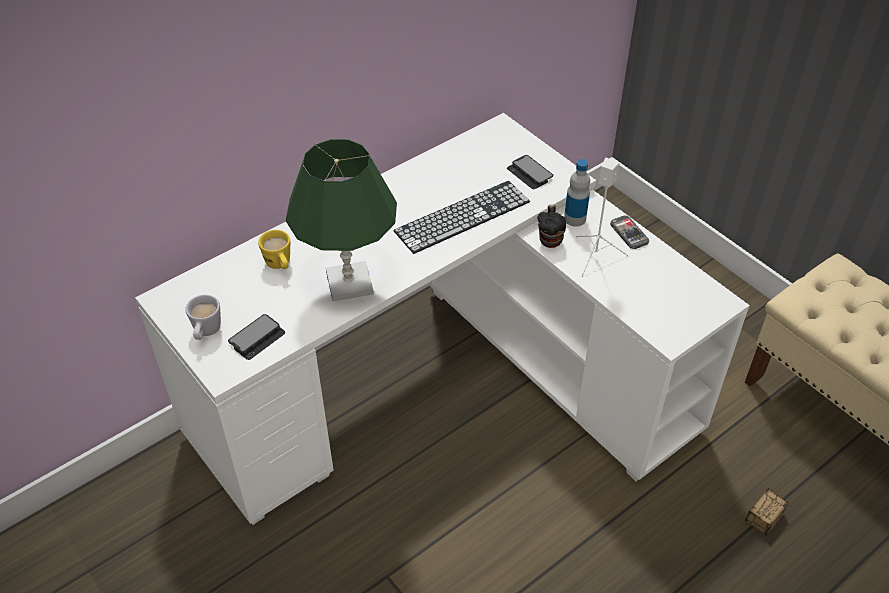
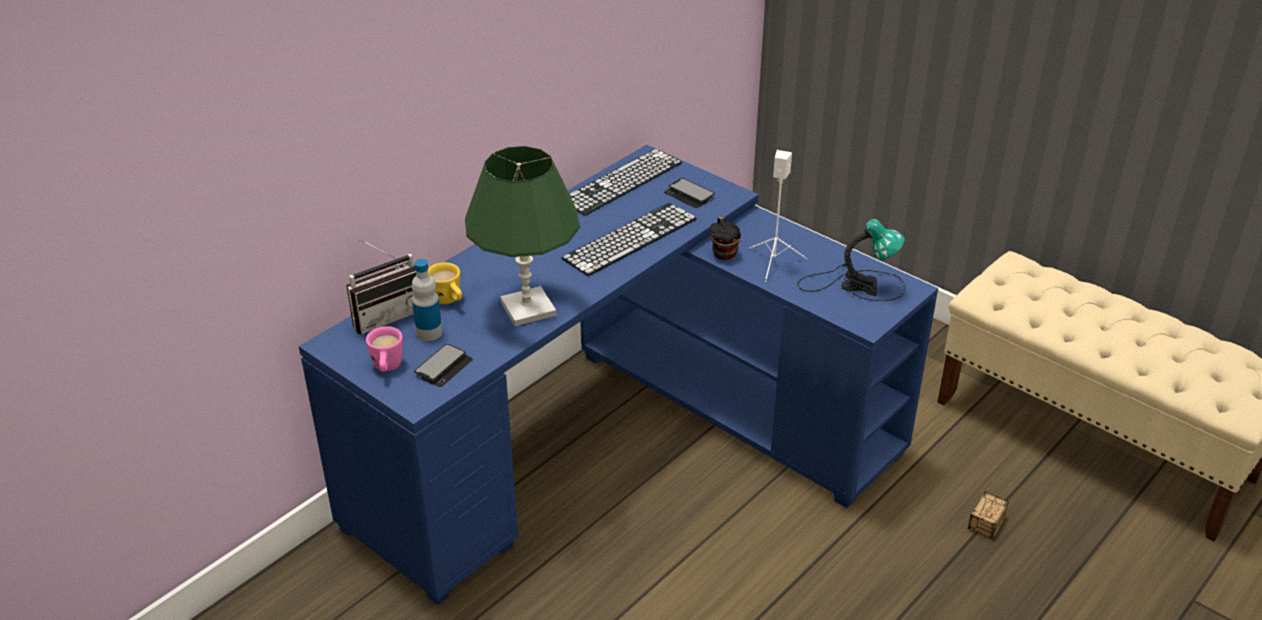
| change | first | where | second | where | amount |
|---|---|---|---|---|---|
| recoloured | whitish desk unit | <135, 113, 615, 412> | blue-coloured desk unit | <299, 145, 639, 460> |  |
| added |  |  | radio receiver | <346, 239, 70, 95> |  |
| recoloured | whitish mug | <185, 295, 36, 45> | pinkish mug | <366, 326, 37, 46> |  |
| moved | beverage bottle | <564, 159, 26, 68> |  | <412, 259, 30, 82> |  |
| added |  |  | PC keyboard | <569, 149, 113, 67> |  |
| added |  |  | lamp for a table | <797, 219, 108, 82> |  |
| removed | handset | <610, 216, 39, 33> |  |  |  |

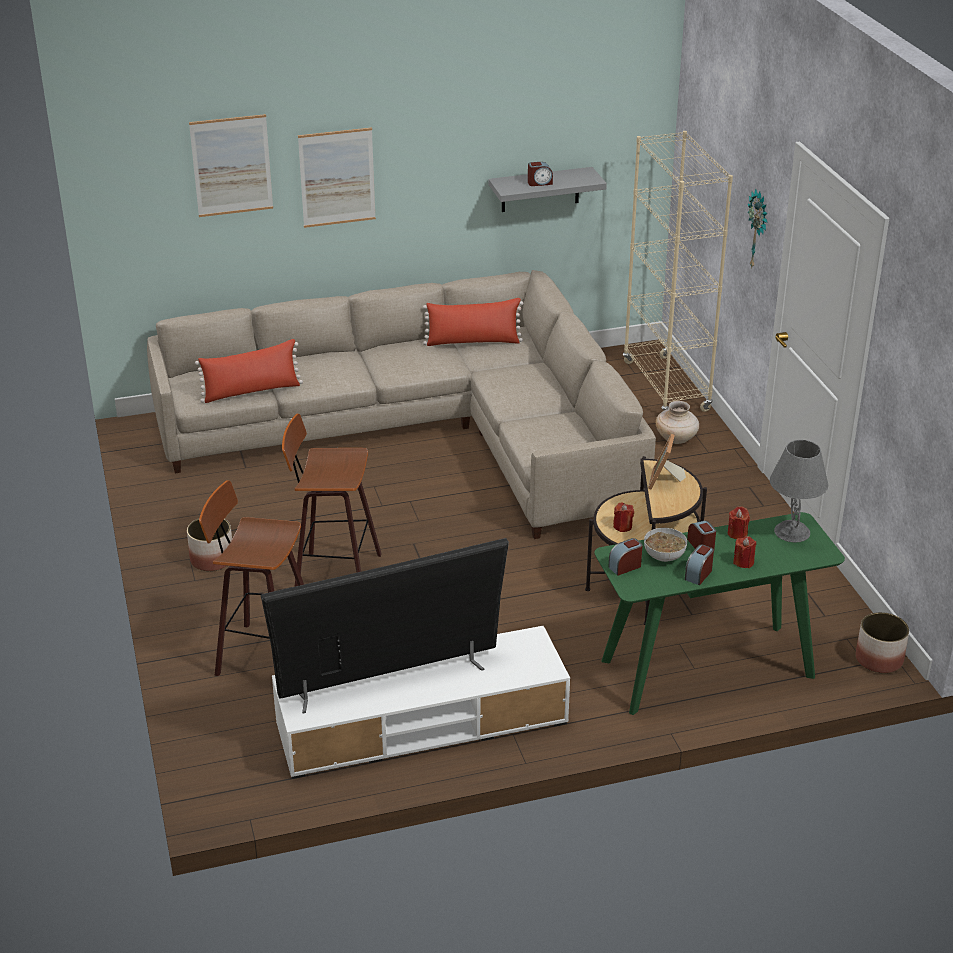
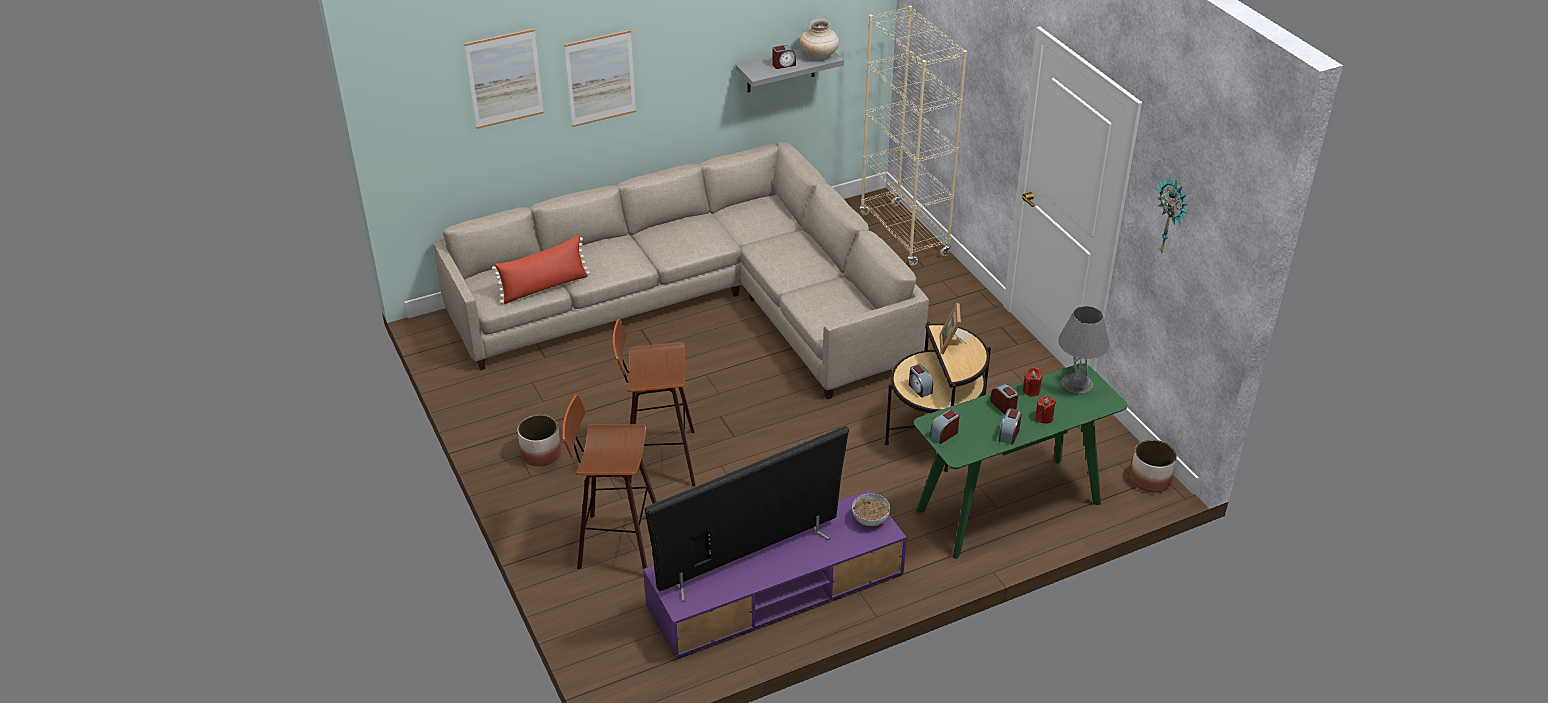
| change | first | where | second | where | amount |
|---|---|---|---|---|---|
| recoloured | whitish tv unit | <272, 626, 298, 153> | purple tv unit | <643, 490, 264, 170> |  |
| moved | beige vase | <656, 401, 43, 43> |  | <799, 19, 40, 41> |  |
| moved | bowl | <644, 528, 43, 34> |  | <852, 494, 38, 32> |  |
| replaced | reddish wax candle | <613, 503, 21, 29> | alarm clock | <909, 364, 24, 34> |  |
| moved | hanging clock | <748, 189, 20, 80> |  | <1157, 176, 31, 78> |  |
| removed | reddish throw pillow | <423, 298, 100, 48> |  |  |  |

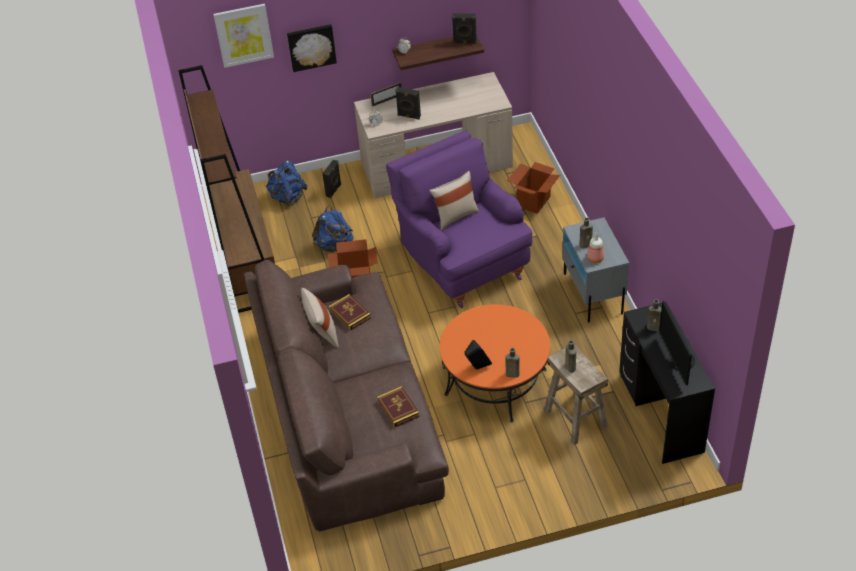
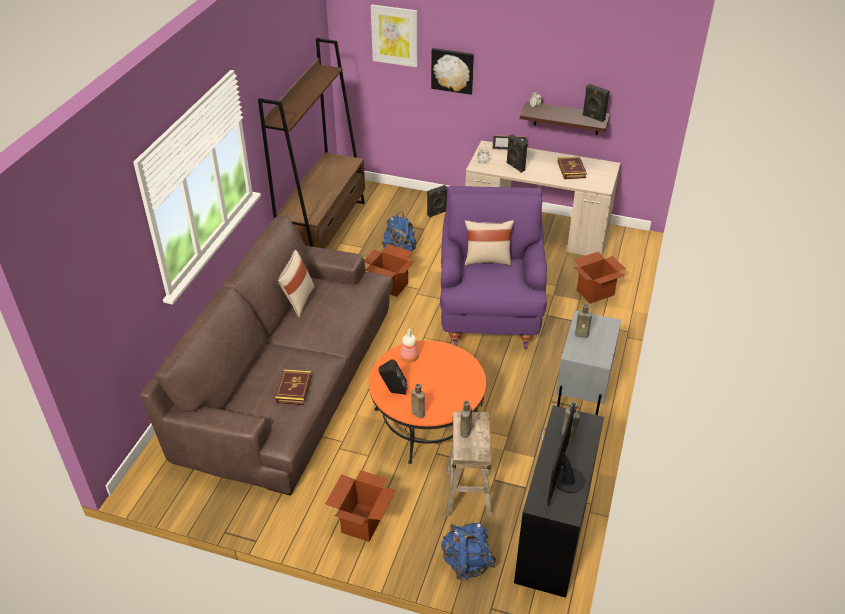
| change | first | where | second | where | amount |
|---|---|---|---|---|---|
| added |  |  | packing box | <325, 470, 71, 72> |  |
| moved | beverage bottle | <587, 232, 17, 31> |  | <400, 329, 19, 33> |  |
| moved | blue-coloured knapsack | <266, 160, 41, 46> |  | <441, 522, 55, 58> |  |
| moved | bound book | <329, 294, 42, 37> |  | <557, 157, 30, 22> |  |

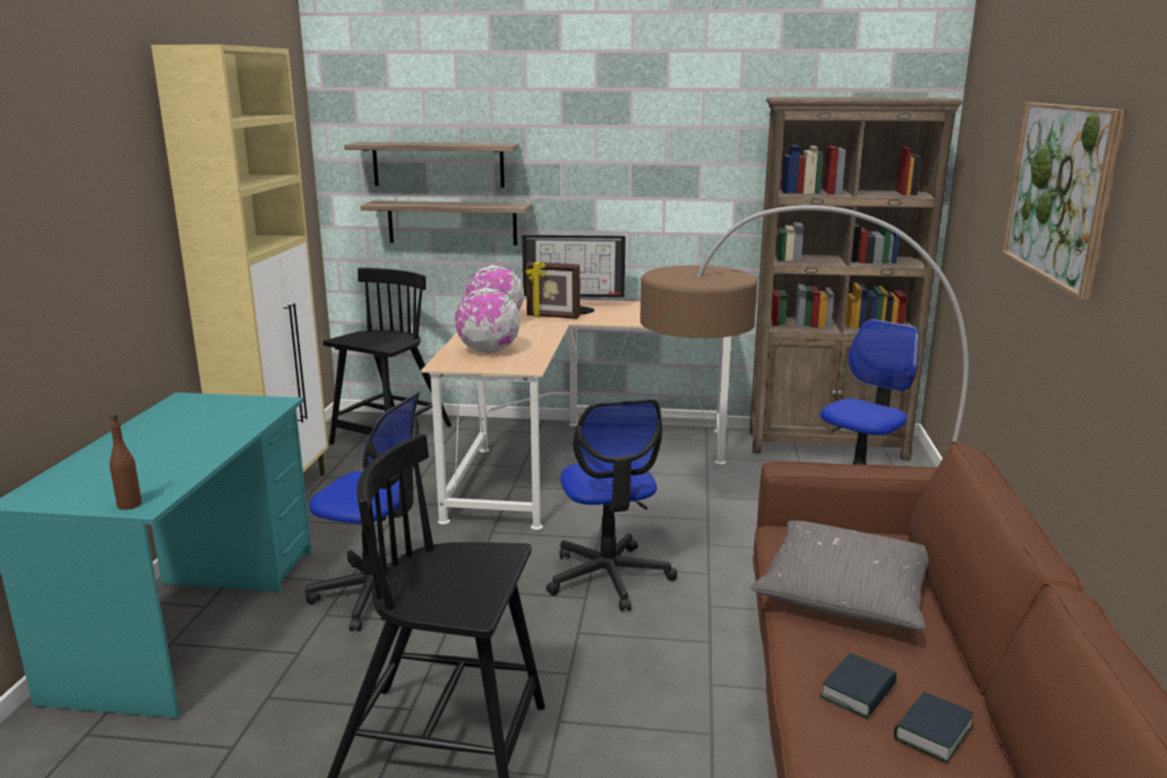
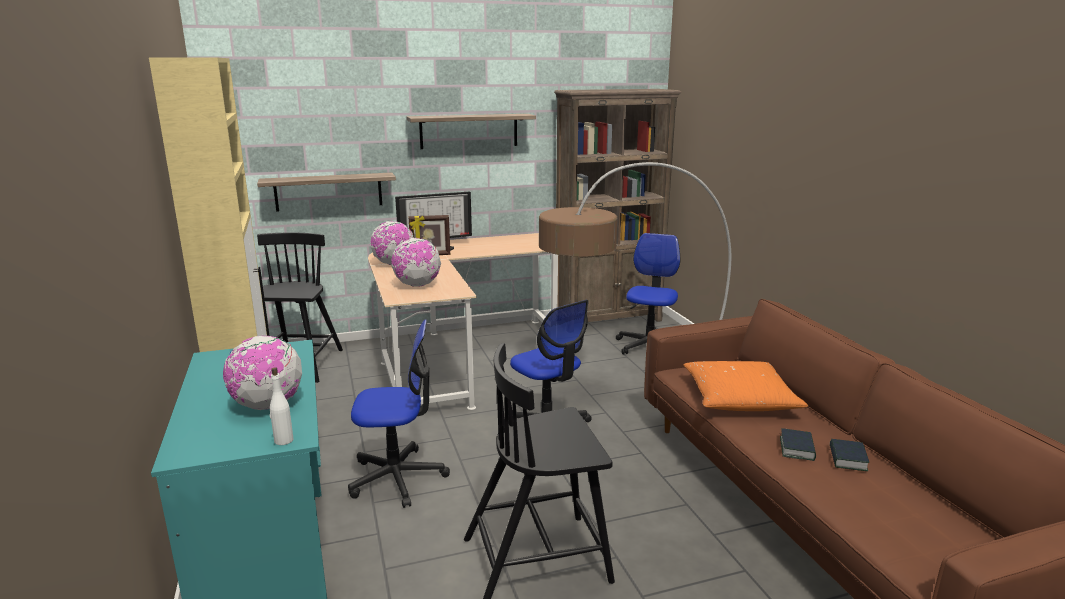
| change | first | where | second | where | amount |
|---|---|---|---|---|---|
| added |  |  | globe | <223, 336, 79, 74> |  |
| recoloured | brown-coloured beverage bottle | <110, 414, 32, 96> | whitish beverage bottle | <270, 367, 24, 78> |  |
| moved | wall shelf | <344, 142, 175, 46> |  | <407, 114, 129, 35> |  |
| recoloured | greyish throw pillow | <750, 521, 179, 109> | orange throw pillow | <683, 361, 125, 50> |  |
| removed | wall picture | <1001, 103, 126, 197> |  |  |  |

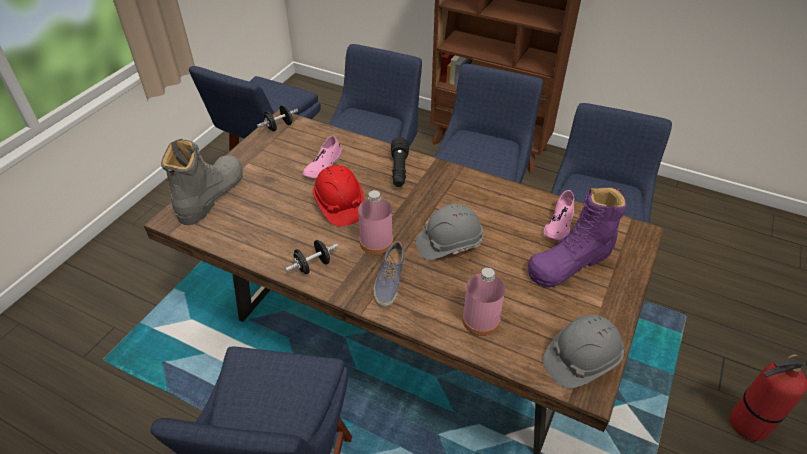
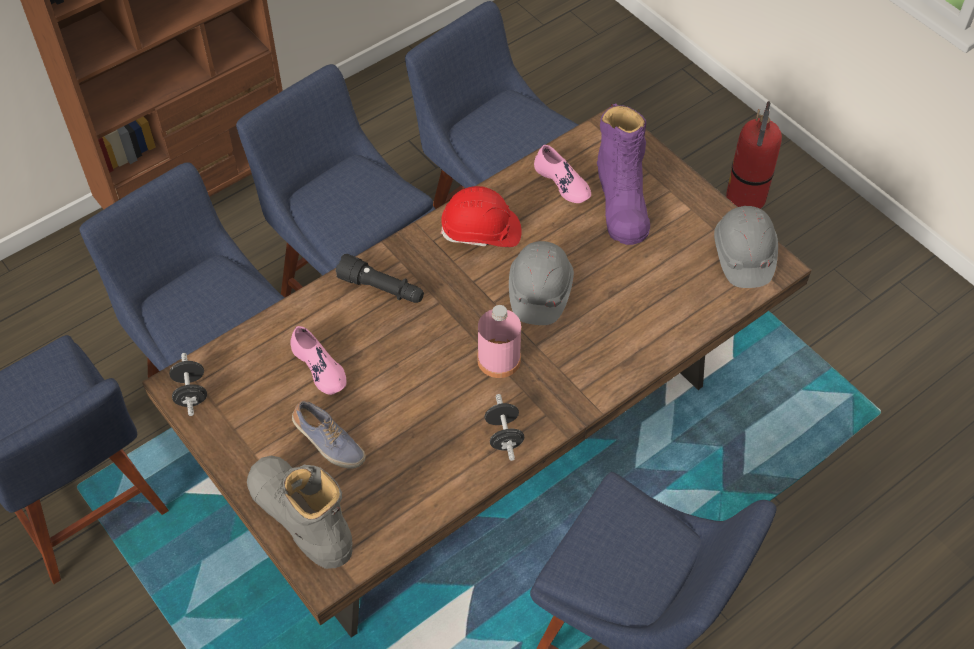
| change | first | where | second | where | amount |
|---|---|---|---|---|---|
| moved | item of footwear | <374, 241, 31, 66> |  | <292, 400, 74, 69> |  |
| moved | reddish work helmet | <313, 165, 51, 61> |  | <441, 186, 80, 61> |  |
| removed | pinkish beverage bottle | <462, 268, 43, 68> |  |  |  |

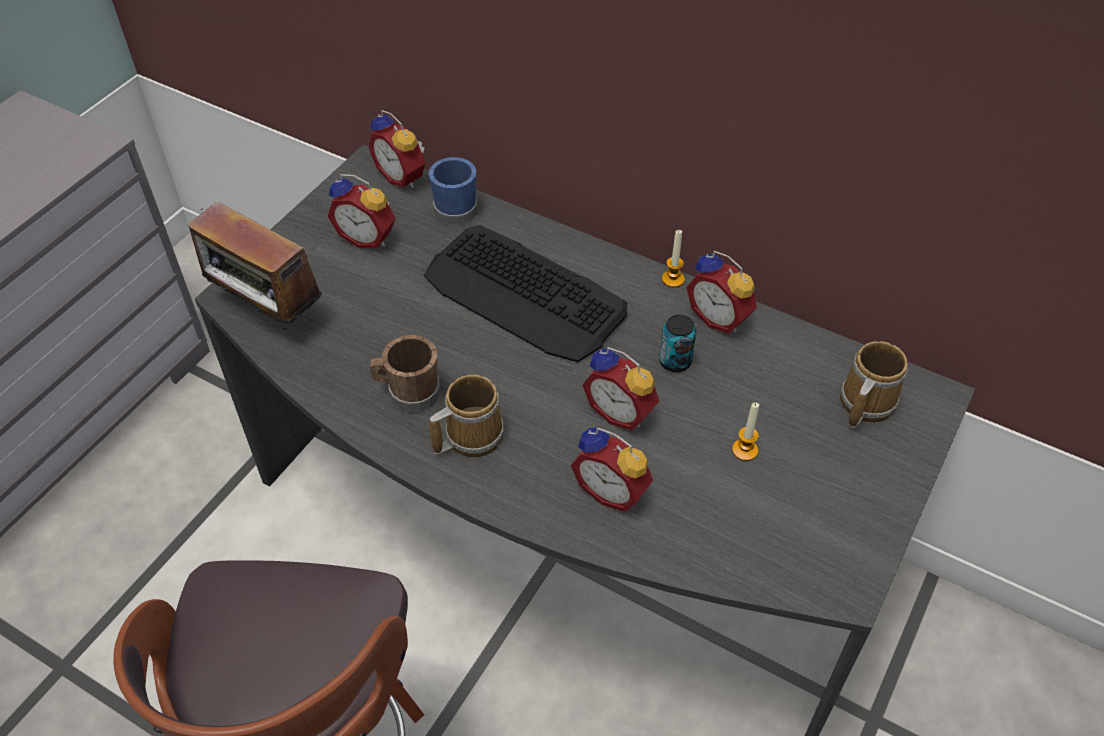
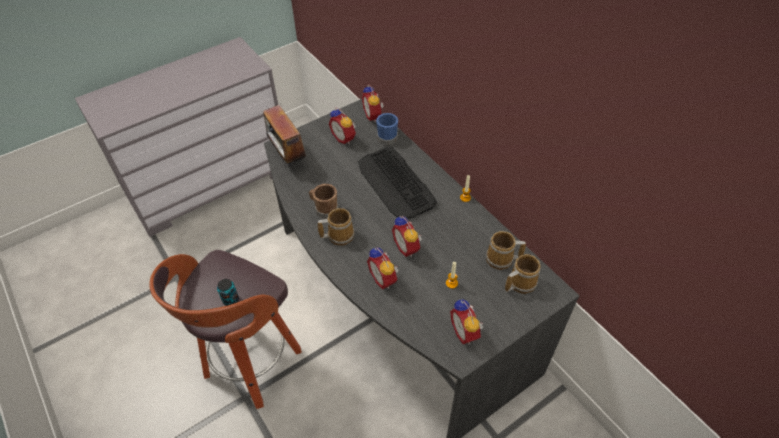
| change | first | where | second | where | amount |
|---|---|---|---|---|---|
| moved | can | <659, 315, 37, 57> |  | <217, 279, 22, 27> |  |
| moved | alarm clock | <686, 251, 71, 82> |  | <450, 299, 33, 45> |  |
| added |  |  | mug | <486, 231, 40, 39> |  |

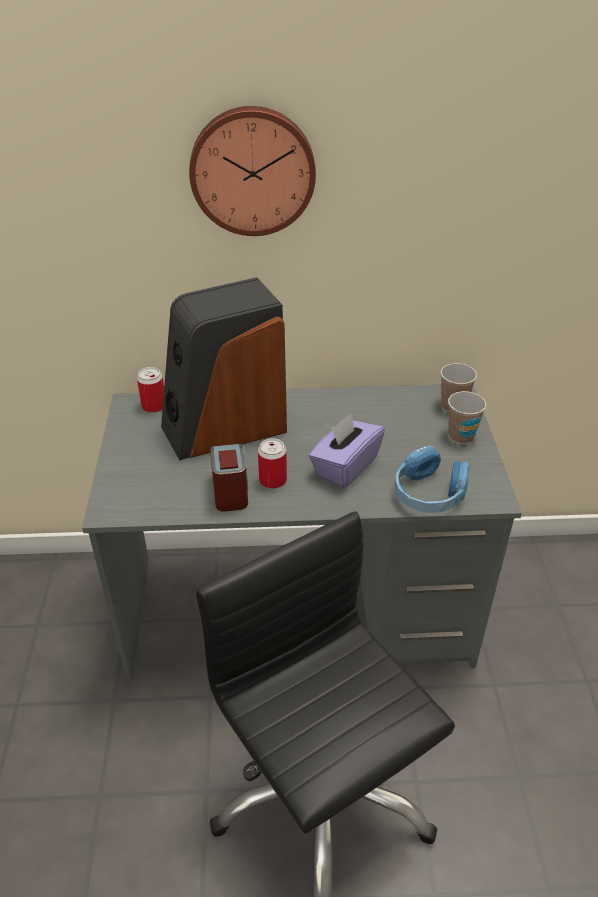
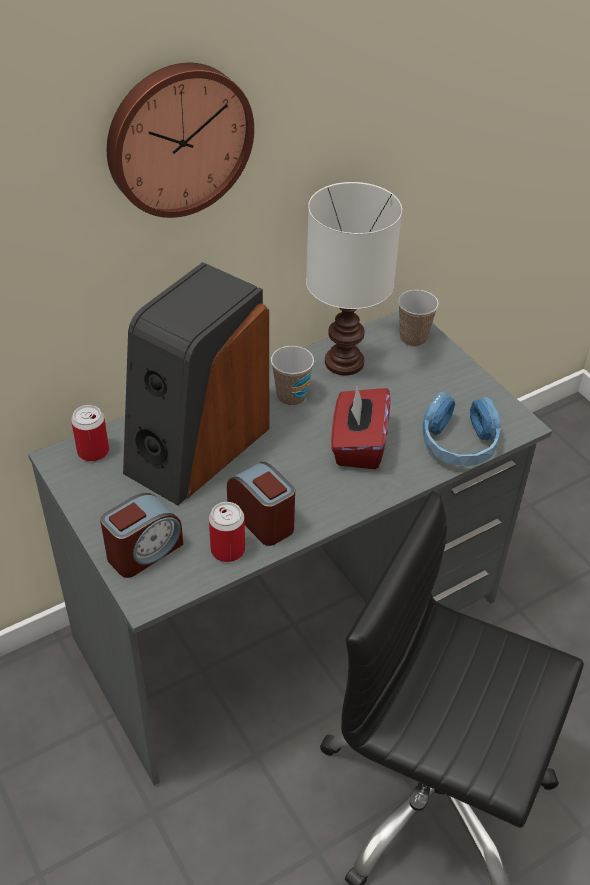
| change | first | where | second | where | amount |
|---|---|---|---|---|---|
| added |  |  | alarm clock | <100, 493, 83, 85> |  |
| moved | can | <258, 438, 29, 51> |  | <209, 502, 36, 60> |  |
| moved | drinking cup | <448, 391, 38, 53> |  | <271, 346, 43, 60> |  |
| added |  |  | whitish lamp for a table | <306, 182, 96, 193> |  |
| recoloured | purple tissue box | <309, 413, 76, 75> | reddish tissue box | <331, 386, 59, 83> |  |

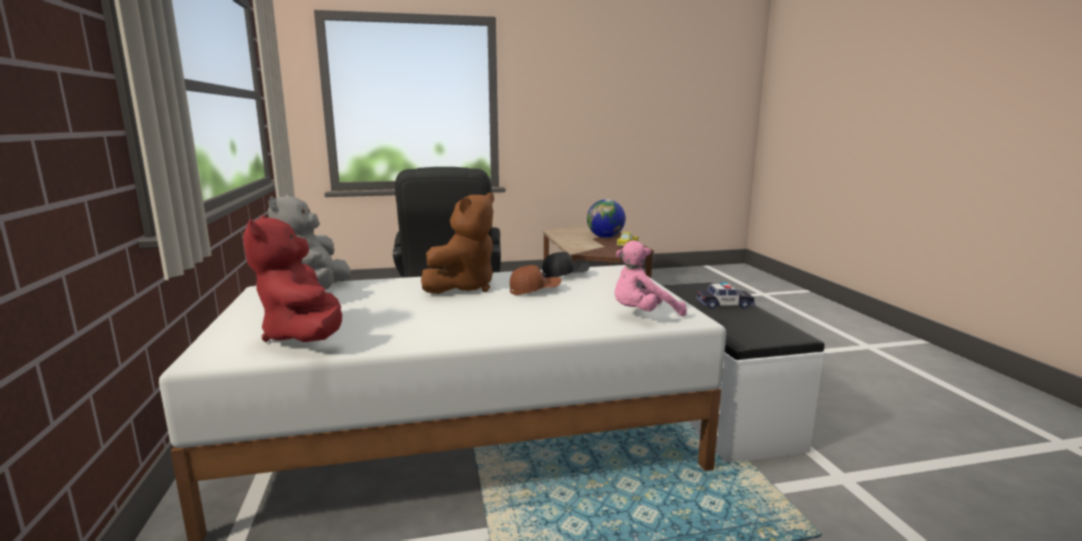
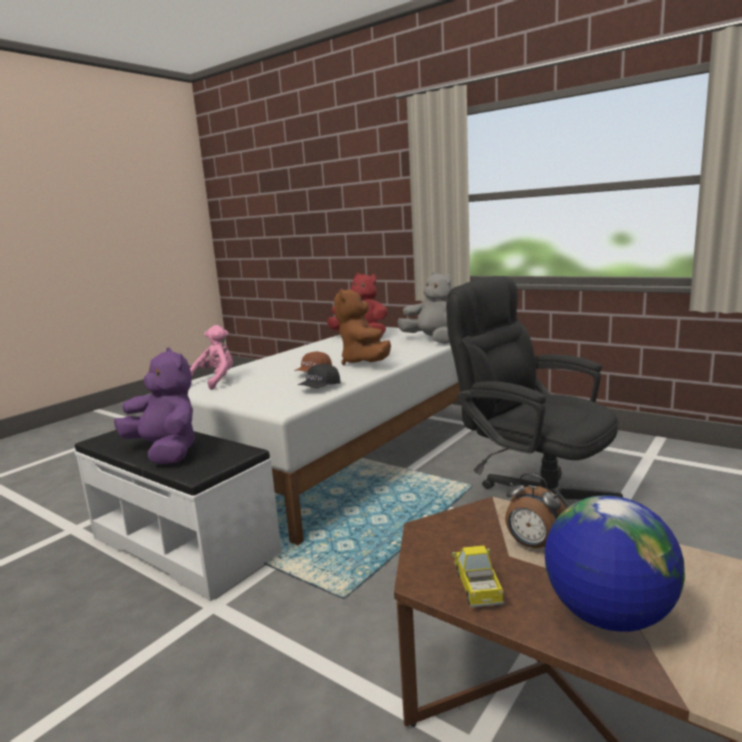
| change | first | where | second | where | amount |
|---|---|---|---|---|---|
| replaced | miniature car | <697, 282, 58, 27> | purple soft toy | <114, 347, 81, 117> |  |
| added |  |  | alarm clock | <505, 473, 61, 75> |  |

